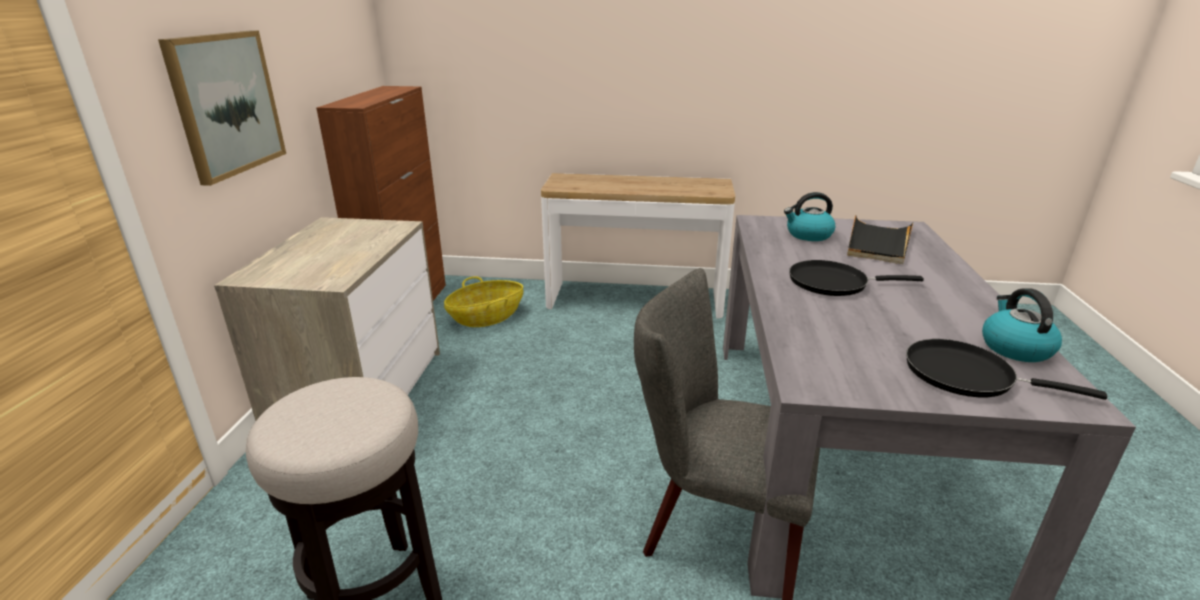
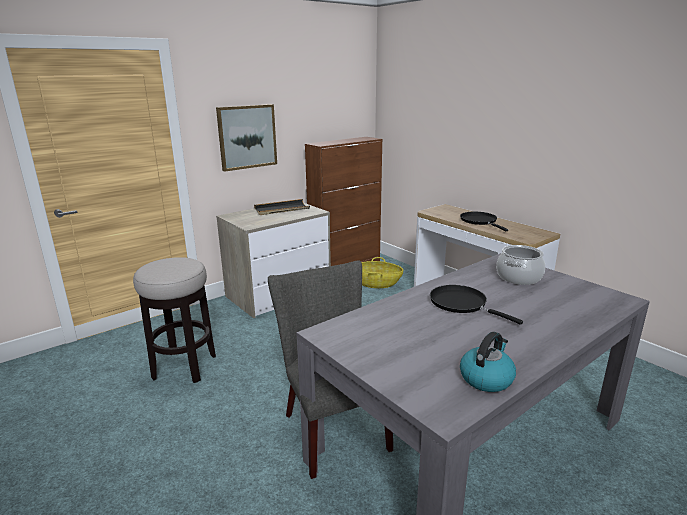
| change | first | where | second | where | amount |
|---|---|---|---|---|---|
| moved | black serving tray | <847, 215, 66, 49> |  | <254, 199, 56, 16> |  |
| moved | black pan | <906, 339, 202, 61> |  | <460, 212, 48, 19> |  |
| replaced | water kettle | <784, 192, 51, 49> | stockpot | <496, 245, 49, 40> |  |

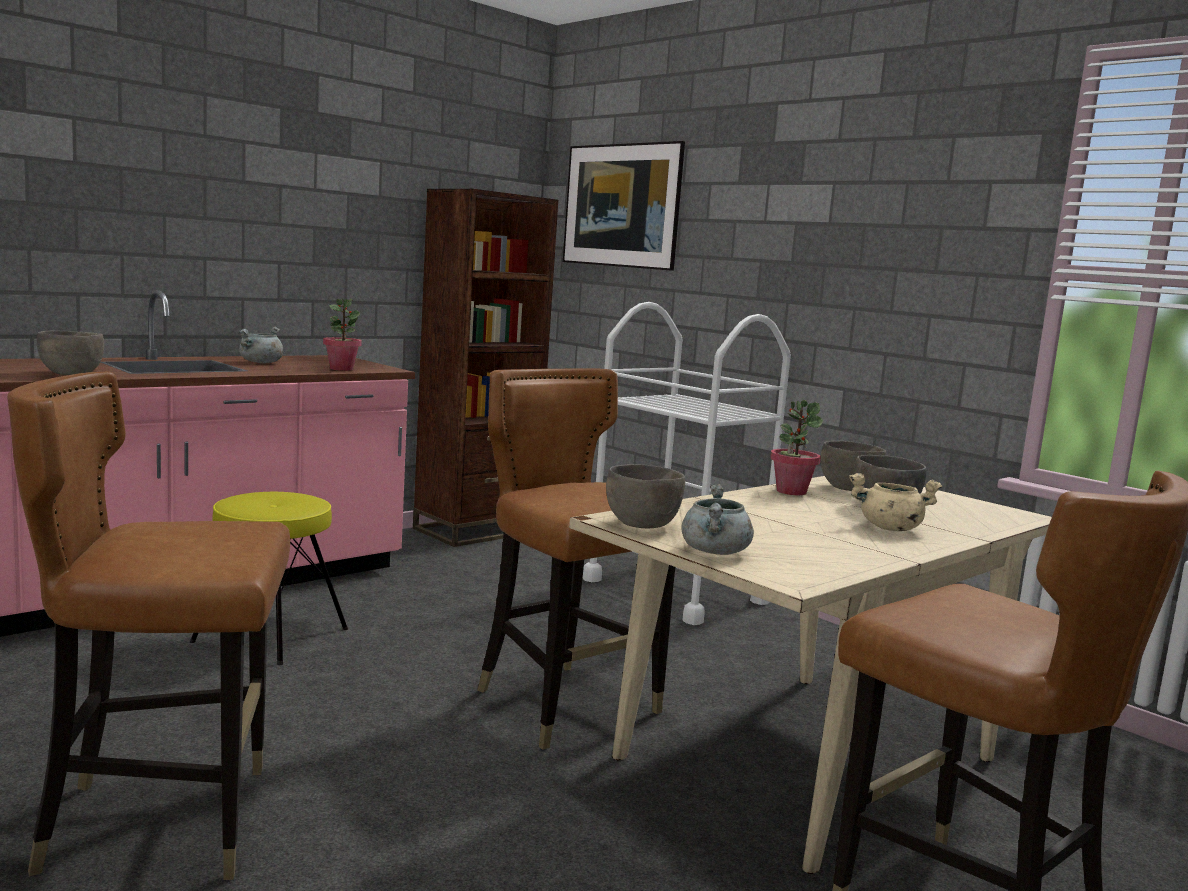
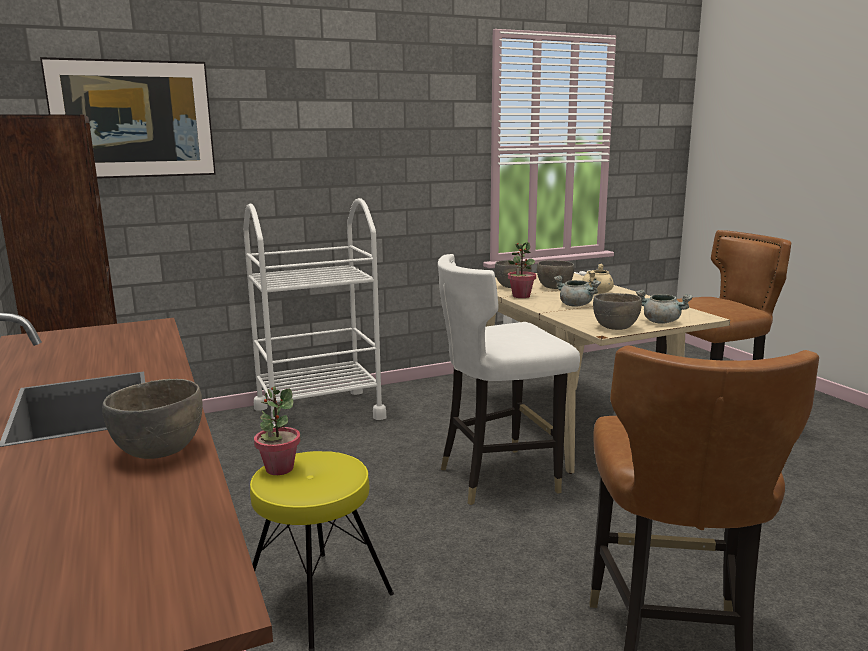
| change | first | where | second | where | amount |
|---|---|---|---|---|---|
| moved | plant in a pot | <323, 298, 39, 73> |  | <254, 386, 47, 89> |  |
| recoloured | brown-coloured upright chair | <477, 368, 198, 382> | whitish upright chair | <438, 254, 142, 251> |  |
| moved | greyish stockpot | <238, 326, 46, 38> |  | <554, 276, 47, 31> |  |

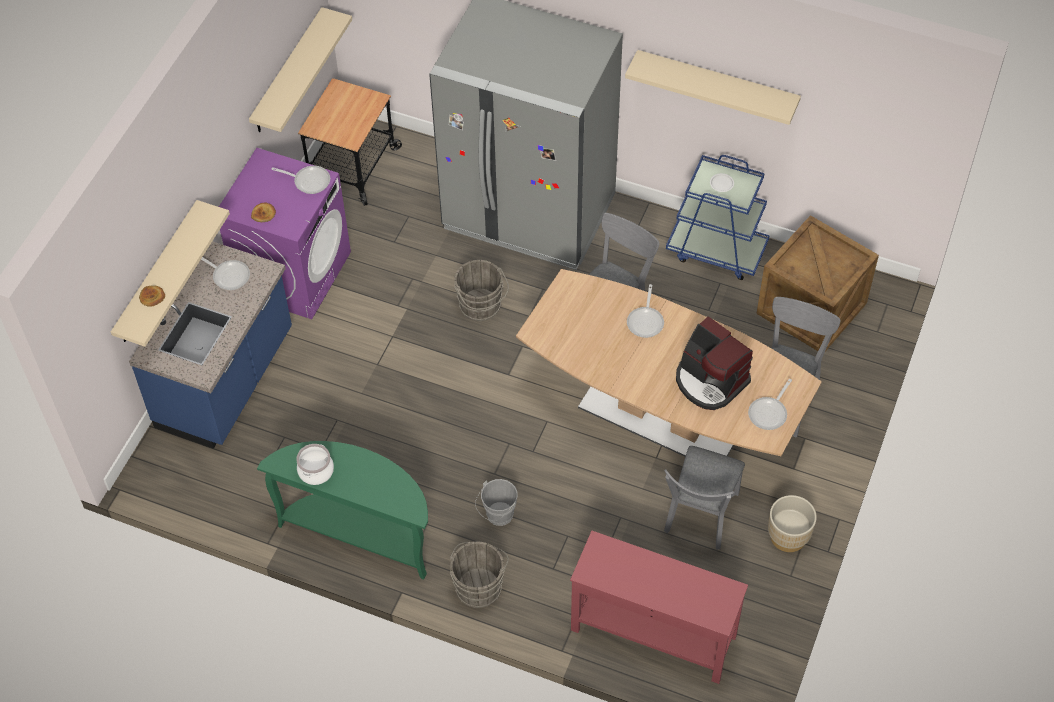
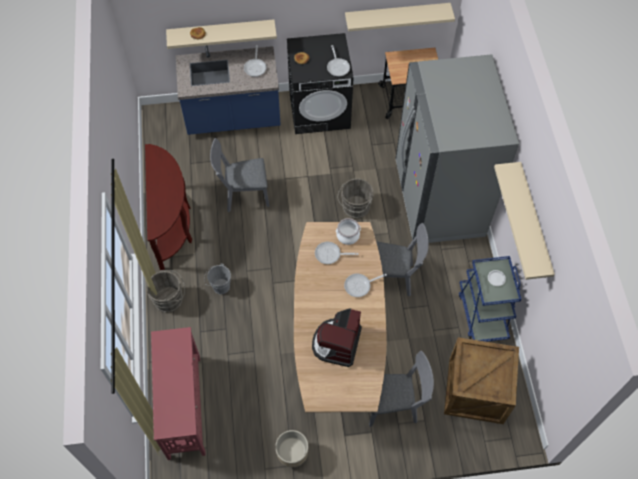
| change | first | where | second | where | amount |
|---|---|---|---|---|---|
| recoloured | green-coloured console table | <257, 441, 171, 139> | brown-coloured console table | <145, 144, 47, 126> |  |
| moved | greyish upright chair | <664, 446, 81, 104> |  | <210, 138, 60, 74> |  |
| recoloured | purple washing machine | <219, 148, 132, 171> | black washing machine | <287, 33, 67, 101> |  |
| moved | pan | <748, 379, 44, 51> |  | <315, 242, 43, 22> |  |
| moved | stockpot | <296, 444, 38, 41> |  | <336, 218, 25, 27> |  |

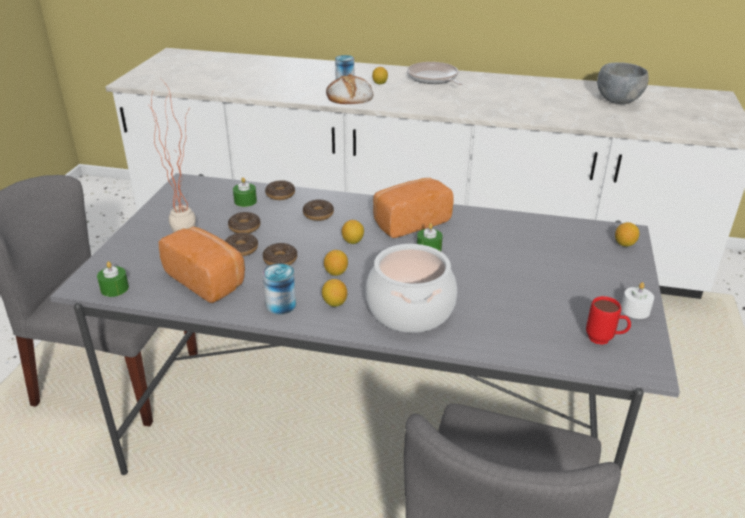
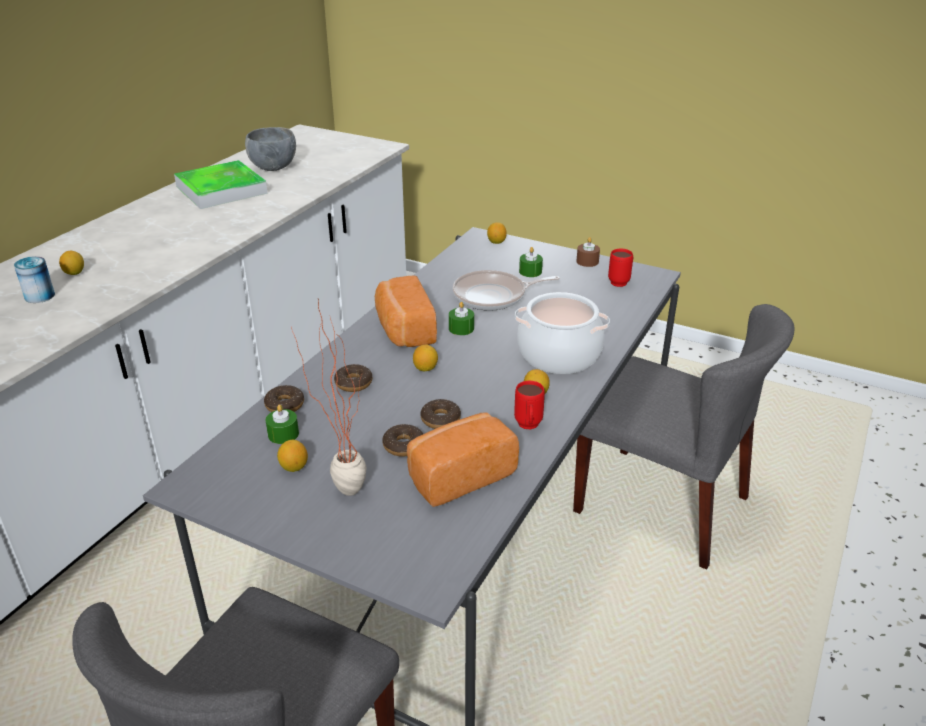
| change | first | where | second | where | amount |
|---|---|---|---|---|---|
| added |  |  | serving tray | <174, 160, 94, 49> |  |
| moved | citrus fruit | <324, 250, 24, 26> |  | <277, 440, 31, 32> |  |
| moved | pan | <407, 62, 56, 23> |  | <453, 270, 107, 41> |  |
| replaced | can | <263, 263, 33, 52> | reddish mug | <514, 381, 31, 48> |  |
| moved | green-coloured wax candle | <97, 261, 32, 36> |  | <519, 247, 24, 30> |  |
| recoloured | whitish wax candle | <621, 282, 33, 37> | brown-coloured wax candle | <576, 237, 24, 30> |  |
| removed | doughnut | <228, 212, 33, 21> |  |  |  |
| removed | baked bread | <326, 74, 47, 30> |  |  |  |

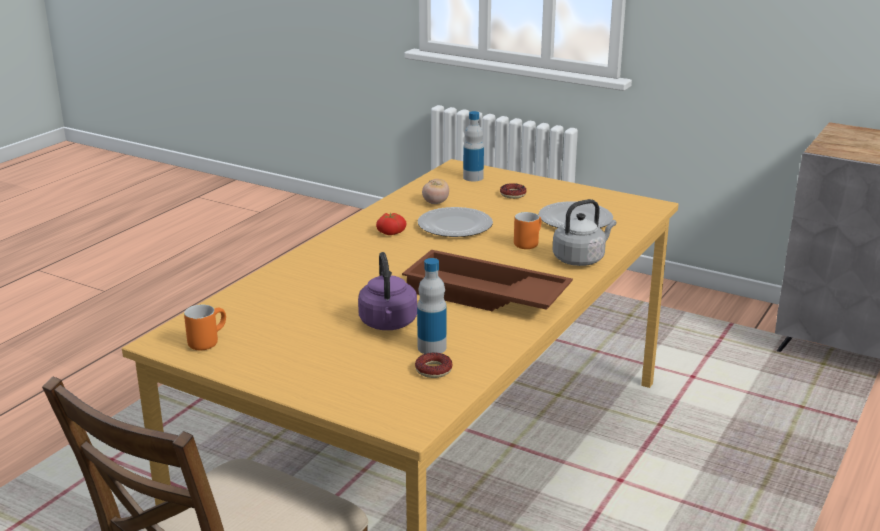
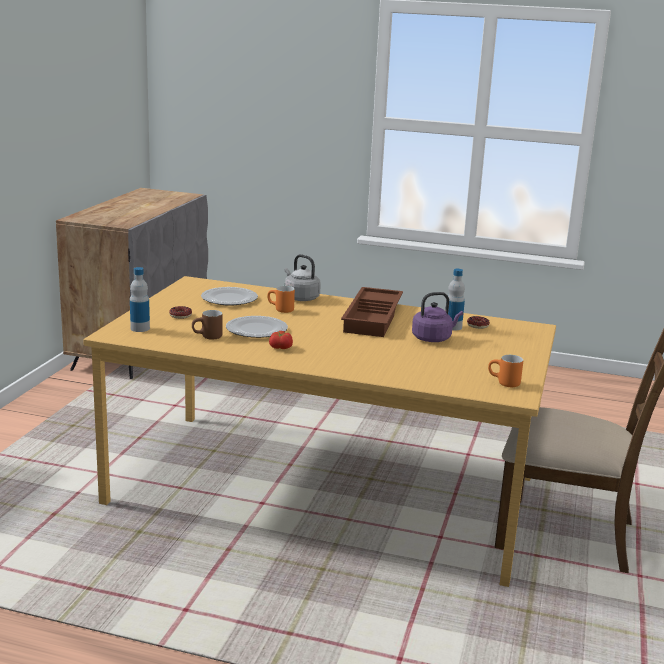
| change | first | where | second | where | amount |
|---|---|---|---|---|---|
| replaced | whole tomato | <422, 179, 27, 25> | brown-coloured mug | <192, 310, 31, 30> |  |

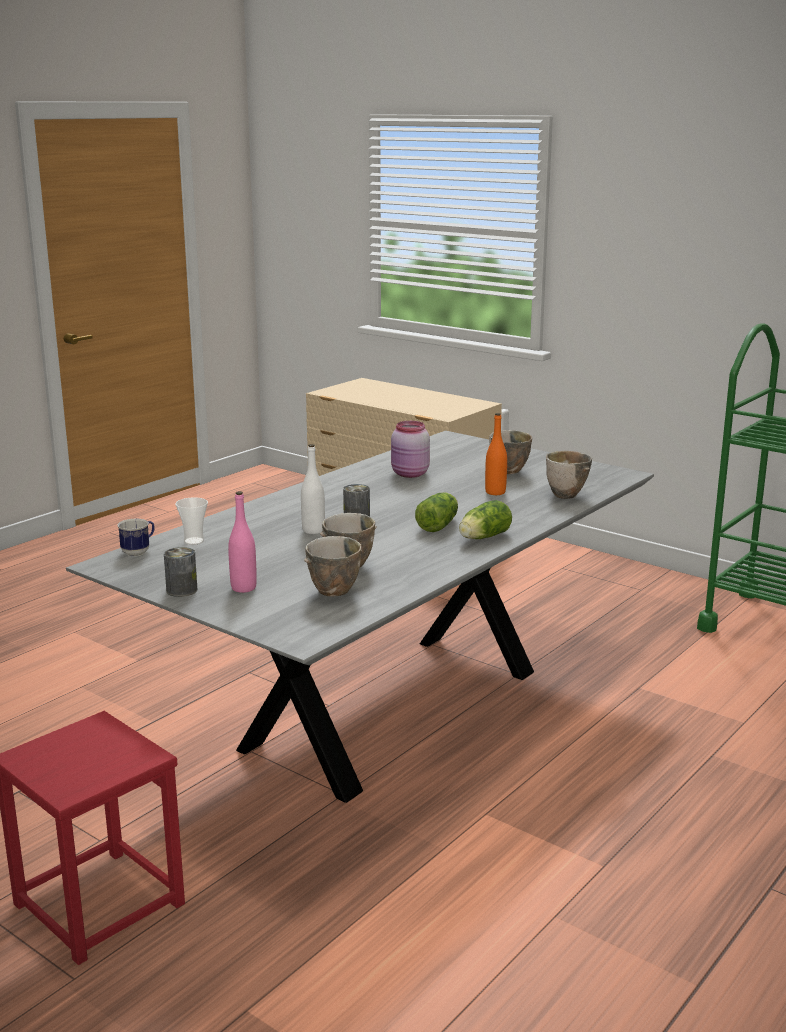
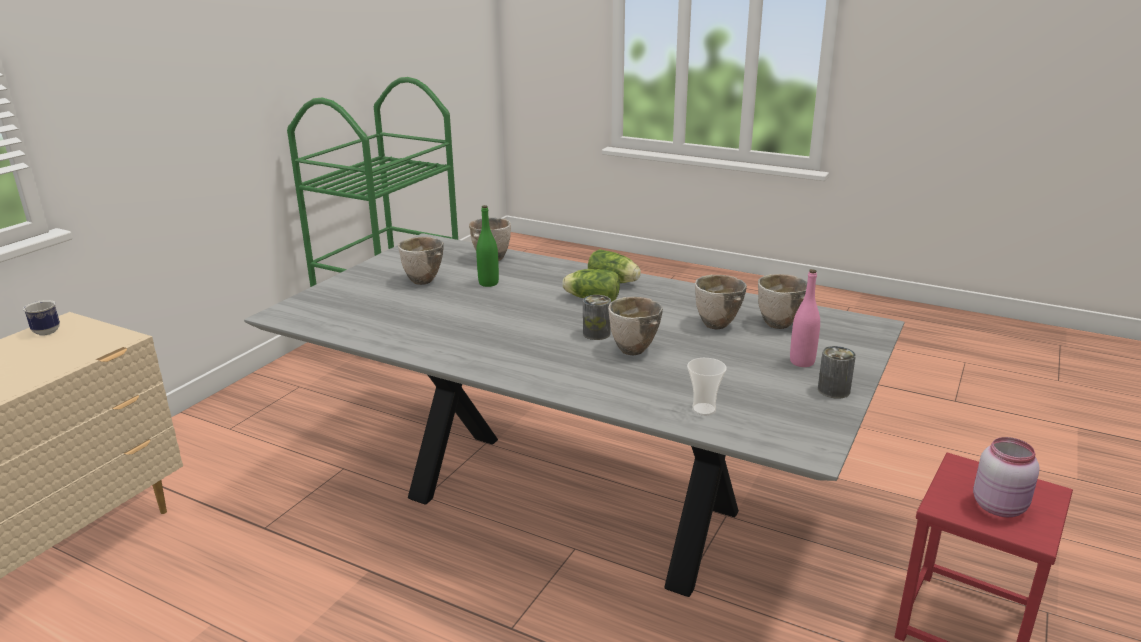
| change | first | where | second | where | amount |
|---|---|---|---|---|---|
| moved | mug | <117, 519, 37, 37> |  | <23, 300, 37, 36> |  |
| recoloured | orange beverage bottle | <485, 413, 22, 82> | green-coloured beverage bottle | <476, 205, 23, 82> |  |
| replaced | whitish beverage bottle | <301, 444, 24, 90> | bowl | <608, 297, 55, 58> |  |
| moved | pinkish preserve jar | <391, 421, 39, 57> |  | <973, 437, 66, 80> |  |

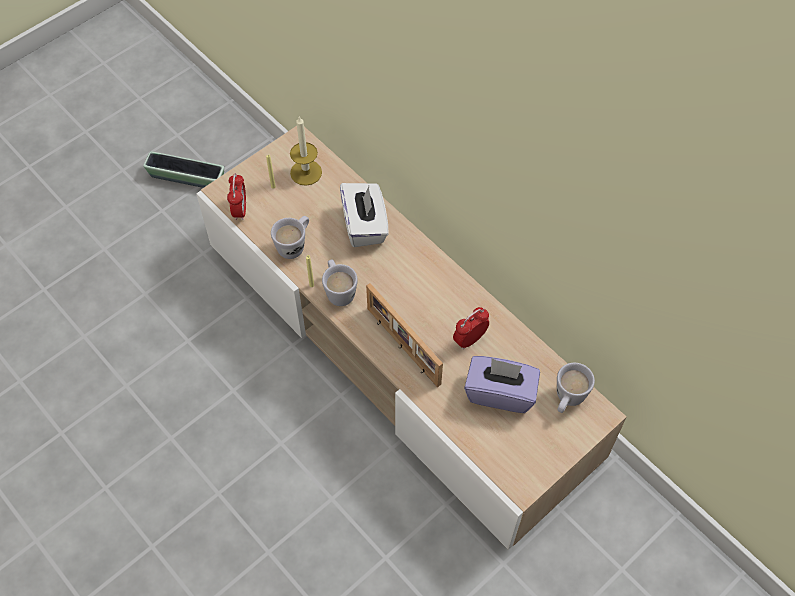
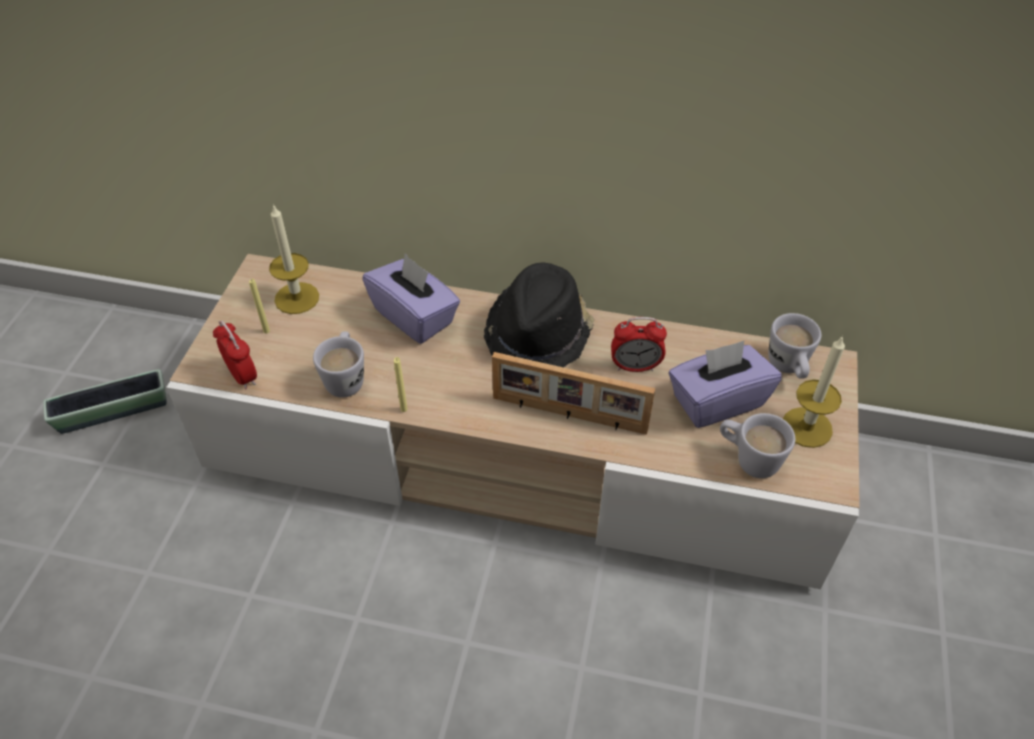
| change | first | where | second | where | amount |
|---|---|---|---|---|---|
| recoloured | whitish tissue box | <340, 183, 49, 64> | purple tissue box | <362, 253, 98, 91> |  |
| added |  |  | black hat | <484, 262, 110, 106> |  |
| turned | alarm clock | <453, 307, 36, 42> |  | <611, 317, 56, 55> | 105 degrees counterclockwise |
| moved | whitish mug | <322, 260, 36, 46> |  | <720, 413, 75, 65> |  |
| added |  |  | wax candle | <783, 335, 62, 113> |  |

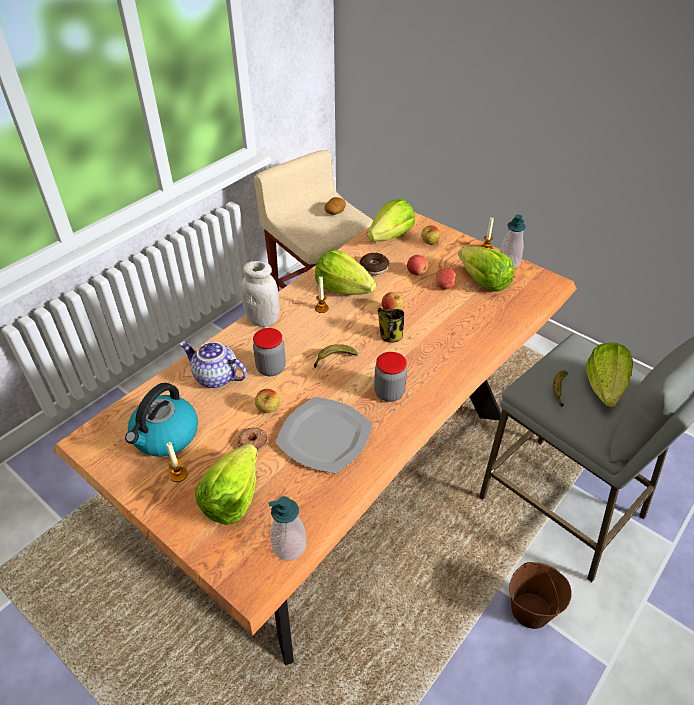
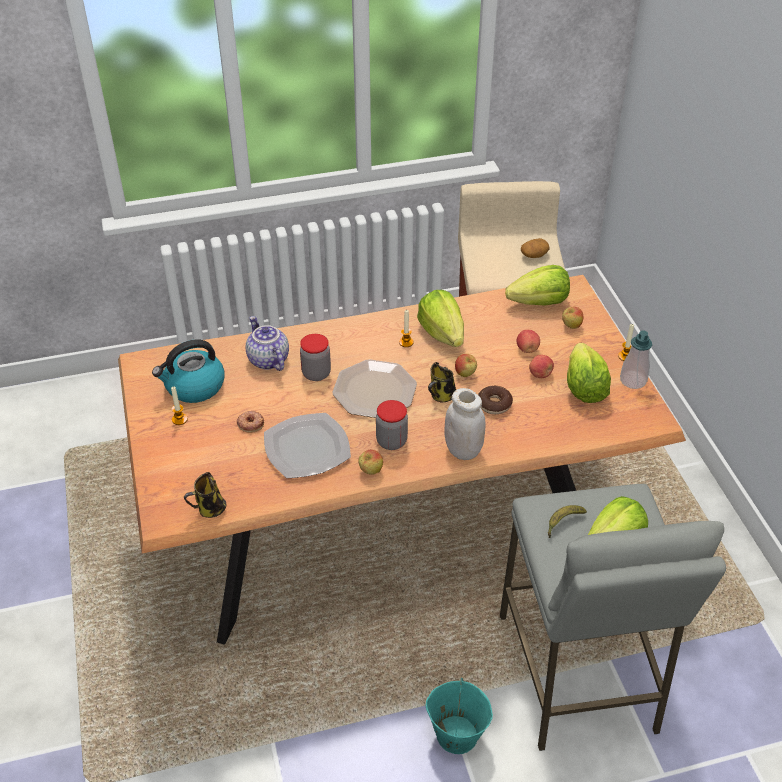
| change | first | where | second | where | amount |
|---|---|---|---|---|---|
| replaced | soap bottle | <268, 496, 38, 65> | mug | <184, 472, 43, 46> |  |
| replaced | whole banana | <314, 344, 44, 24> | dinner plate | <332, 359, 85, 59> |  |
| moved | whole apple | <255, 389, 25, 24> |  | <358, 450, 25, 25> |  |
| recoloured | brown-coloured pail | <509, 562, 63, 67> | turquoise pail | <425, 678, 68, 76> |  |
| moved | whitish preserve jar | <241, 261, 39, 66> |  | <445, 388, 40, 72> |  |
| moved | doughnut | <360, 253, 29, 22> |  | <478, 386, 35, 28> |  |
| removed | lettuce | <195, 444, 63, 81> |  |  |  |

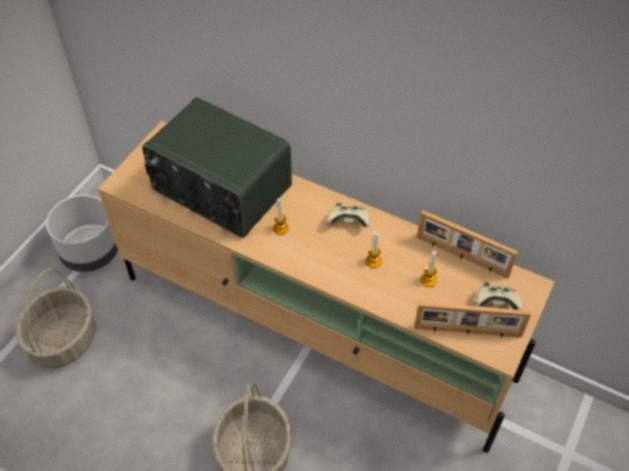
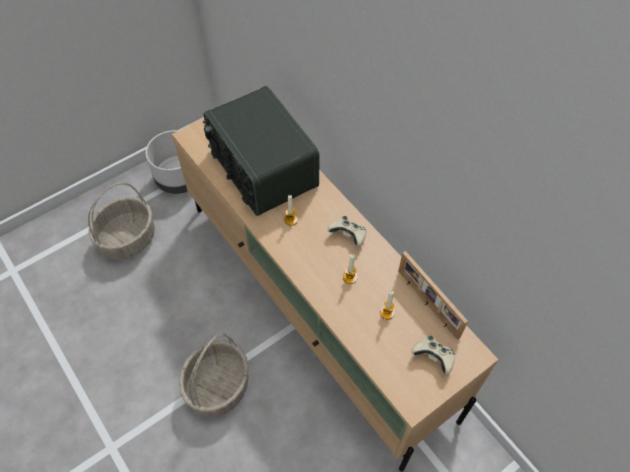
| change | first | where | second | where | amount |
|---|---|---|---|---|---|
| removed | picture frame | <414, 302, 117, 36> |  |  |  |

